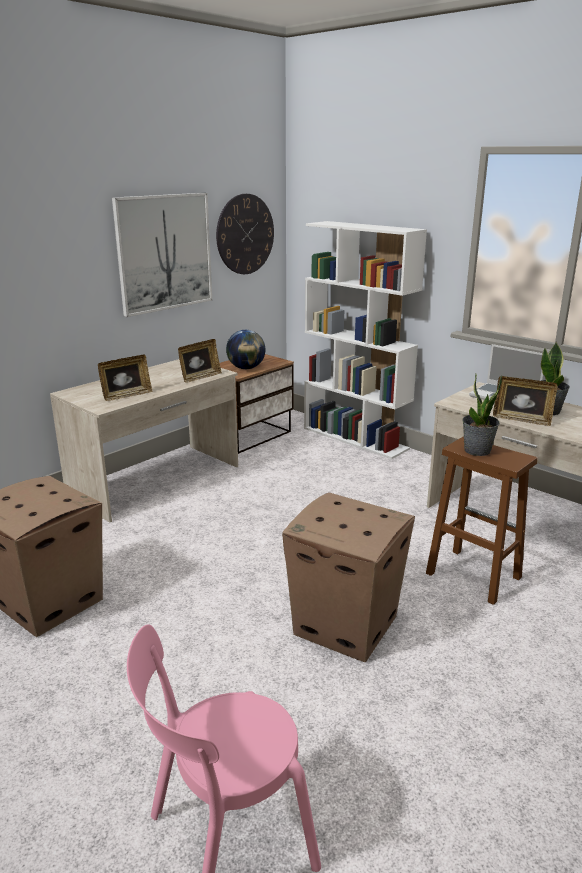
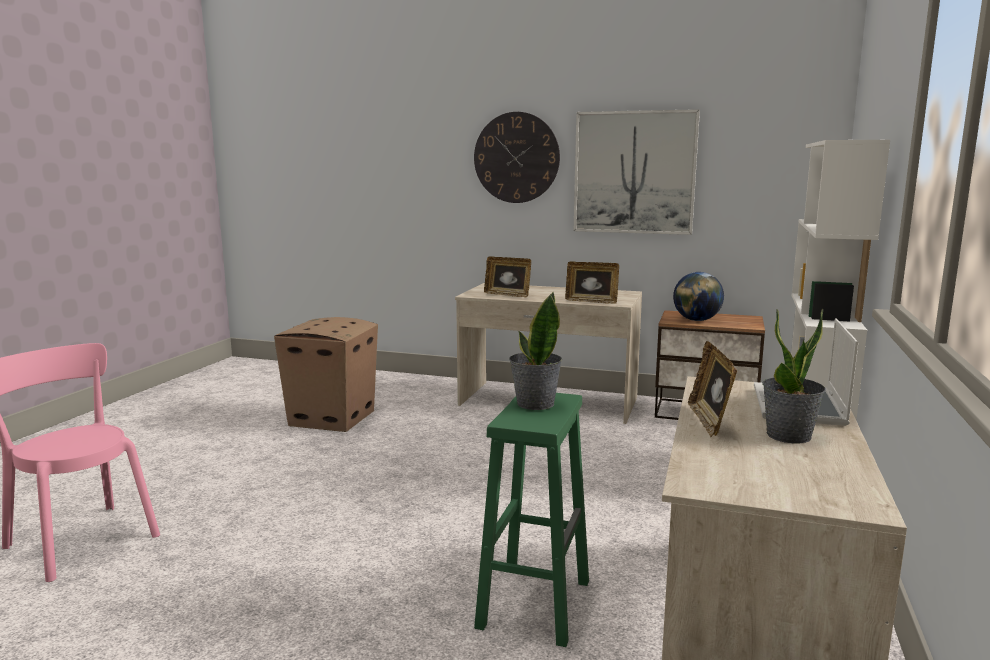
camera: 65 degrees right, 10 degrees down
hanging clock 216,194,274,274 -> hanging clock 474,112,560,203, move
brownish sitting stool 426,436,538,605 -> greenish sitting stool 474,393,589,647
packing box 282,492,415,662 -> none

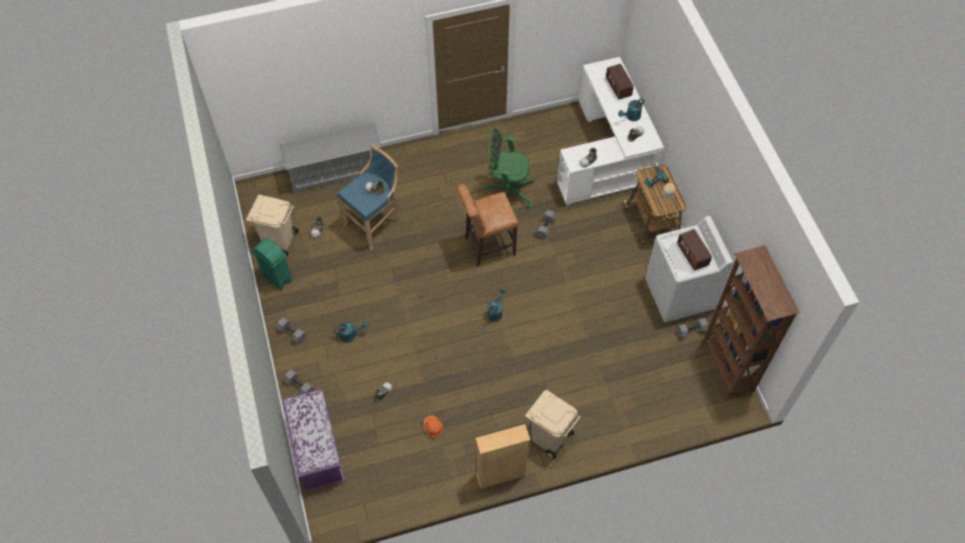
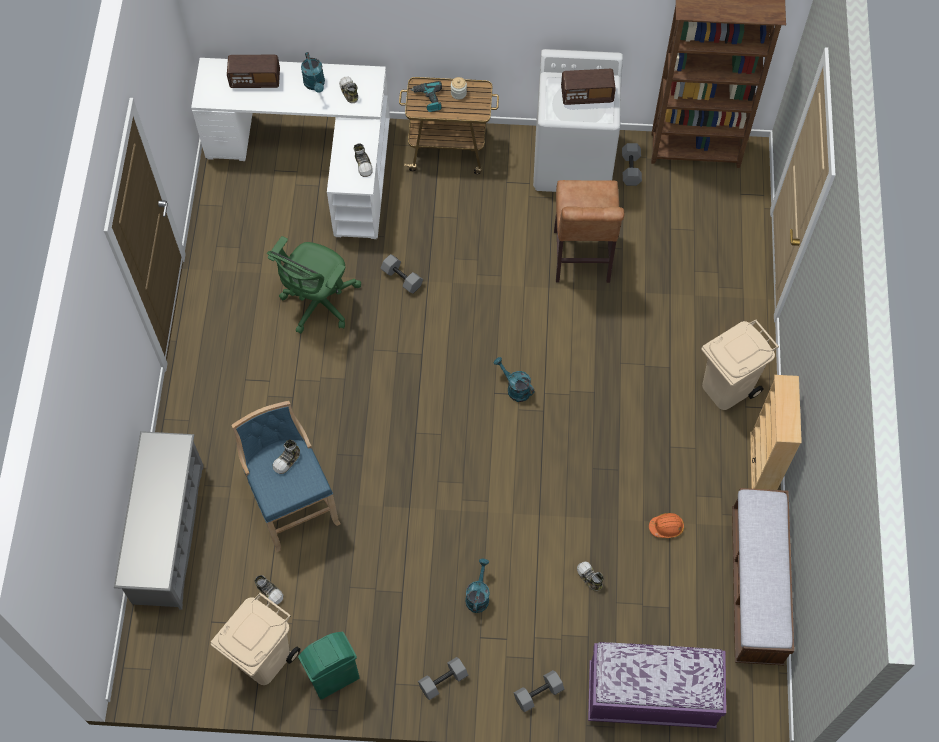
camera: 70 degrees left, 5 degrees up
brownish sitting stool 457,184,518,266 -> brownish sitting stool 554,180,624,283, move
none -> bench 732,488,794,665

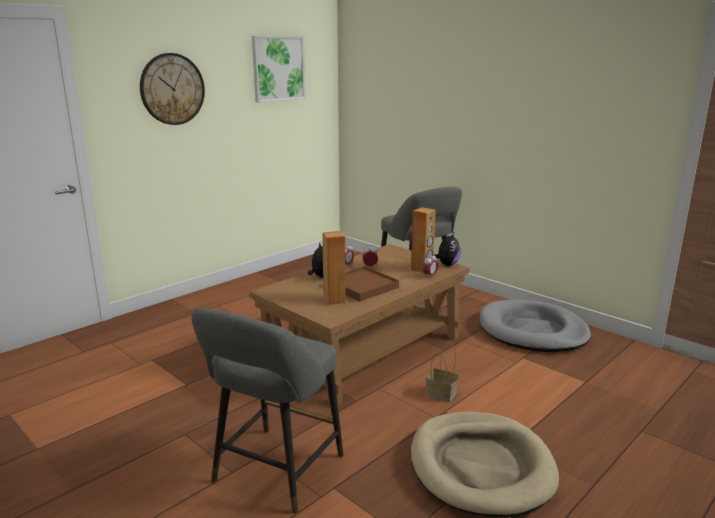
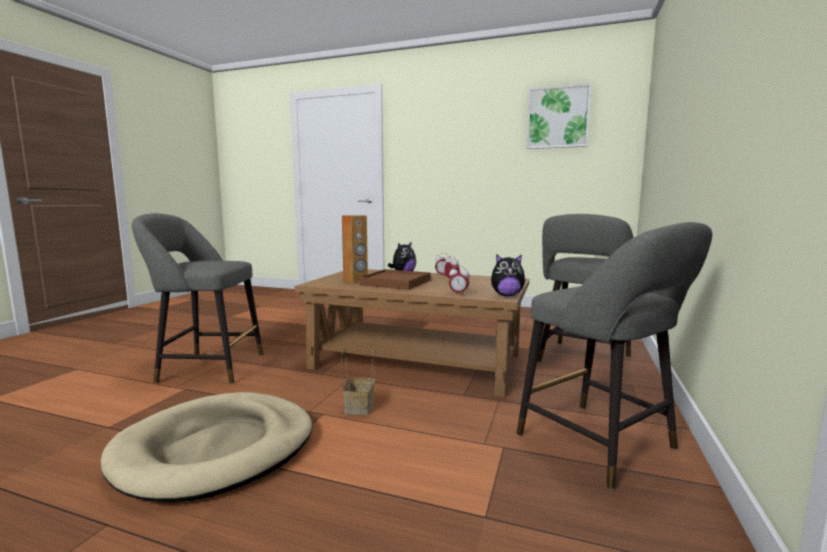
camera: 65 degrees right, 10 degrees down
greyish pet bed 480,300,591,352 -> greyish sitting stool 517,222,712,490
hanging clock 140,53,205,125 -> none
brownish speaker 411,207,436,273 -> none

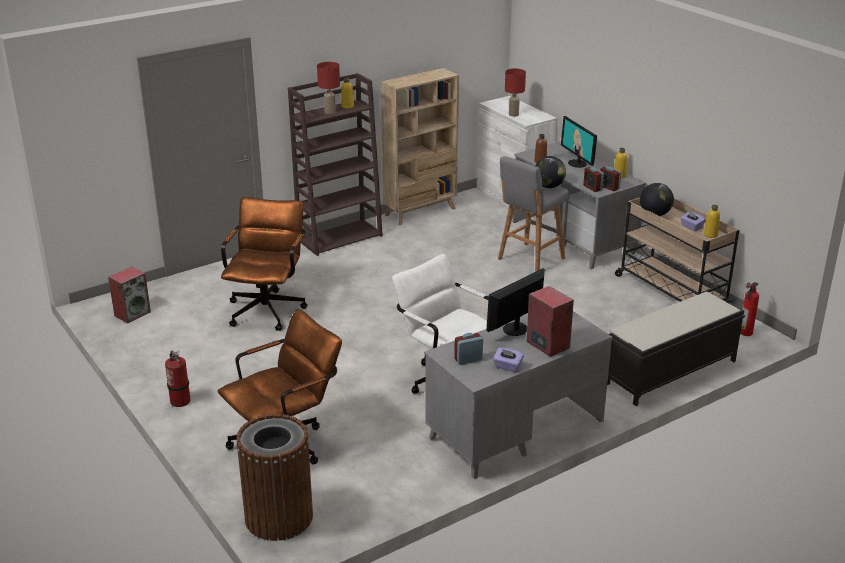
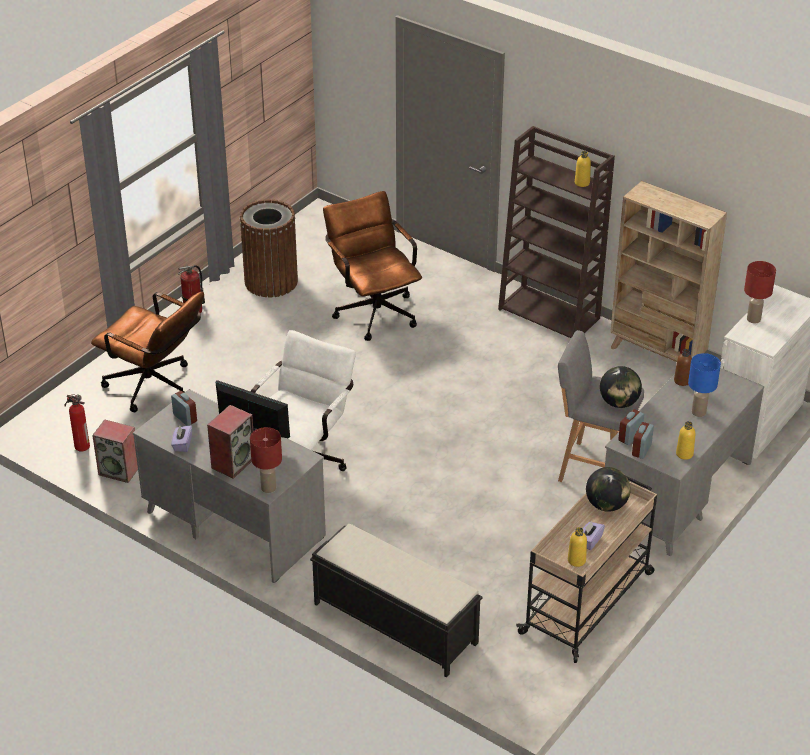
camera: 70 degrees right, 10 degrees up
extinguisher 740,282,759,336 -> extinguisher 65,394,90,452, move
speaker 108,266,151,323 -> speaker 92,419,138,483, move
brownish waste bin 236,414,313,541 -> brownish waste bin 240,199,298,297, move
reddish tabletop lamp 317,62,340,114 -> reddish tabletop lamp 250,427,282,493, move
brownish computer chair 221,197,308,331 -> brownish computer chair 323,191,422,341, 105 degrees counterclockwise
computer display 561,116,597,168 -> blue tabletop lamp 688,353,721,417

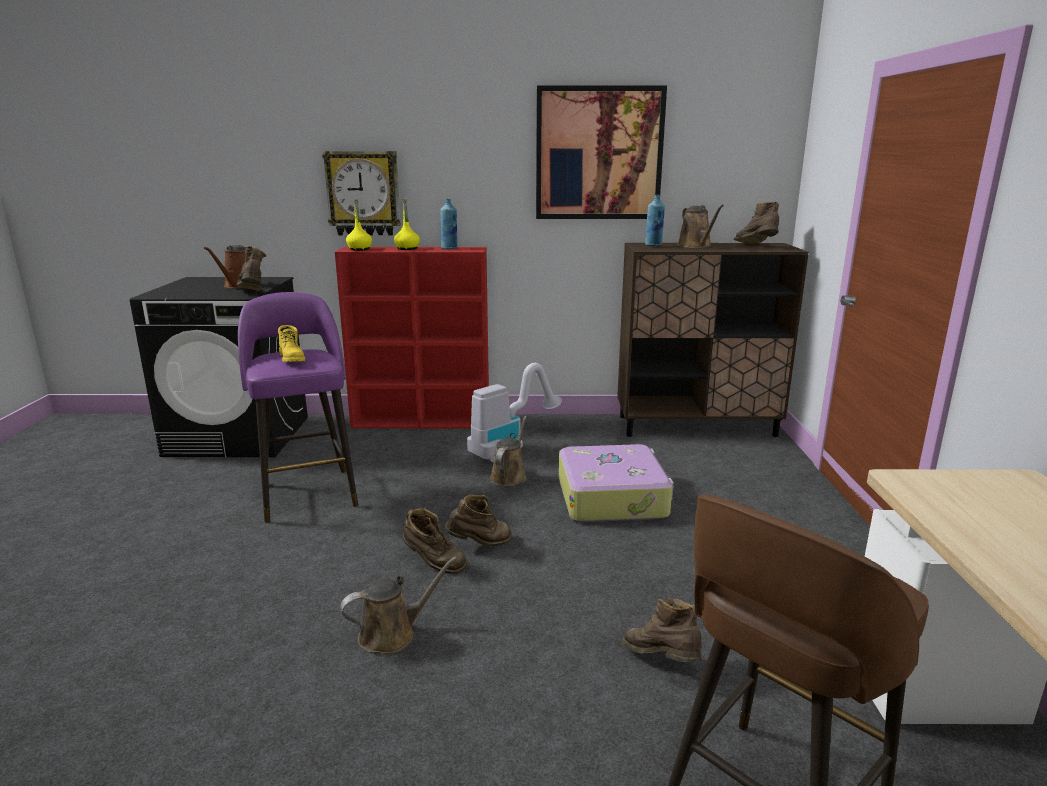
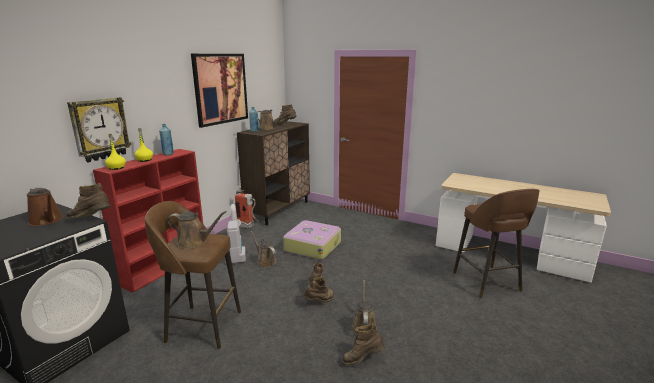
camera: 60 degrees left, 0 degrees up
purple-coloured sitting stool 238,292,358,523 -> brownish sitting stool 145,201,241,349
yellow-coloured high-top boot 278,325,305,362 -> brownish sprinkling can 167,211,227,249
none -> extinguisher 235,190,259,229
brownish high-top boot 622,597,702,662 -> brownish high-top boot 342,324,385,366, move

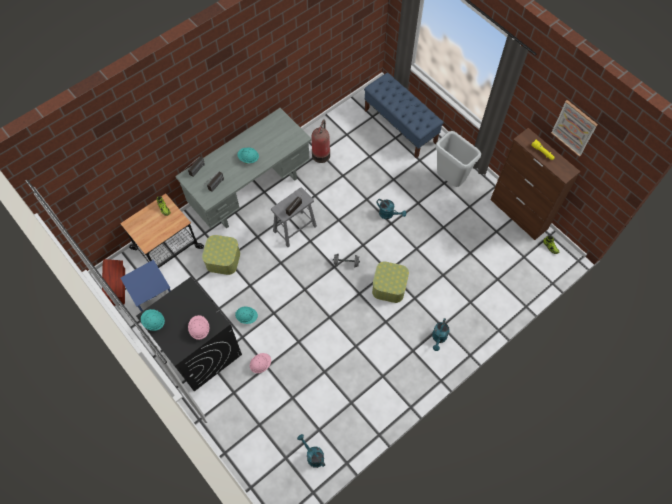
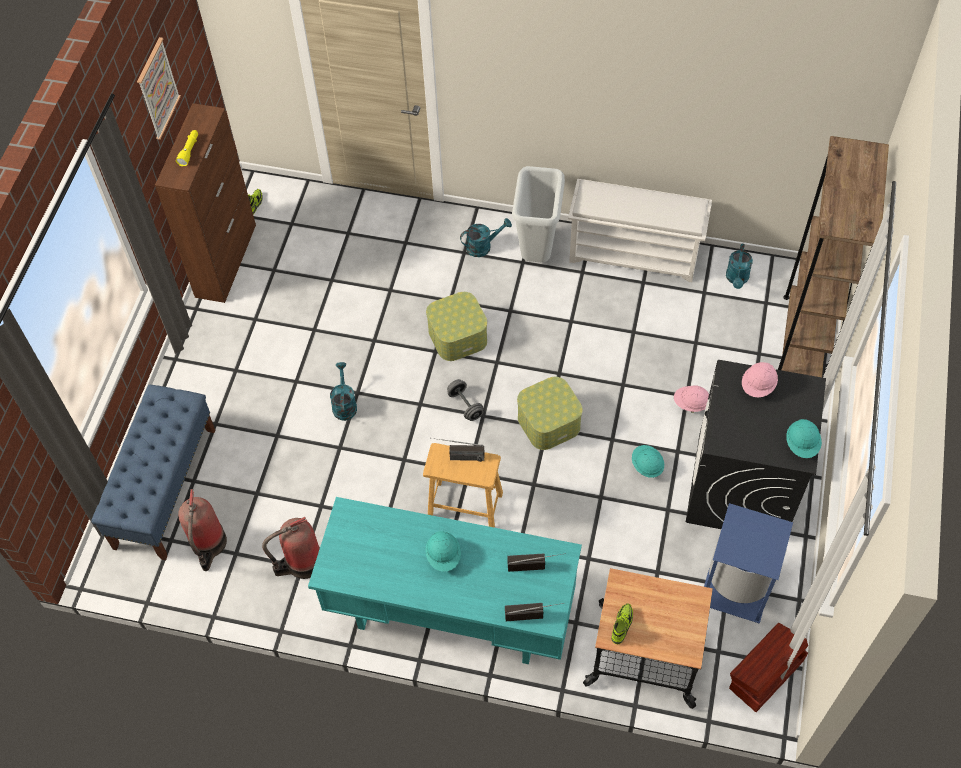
camera: 125 degrees left, 5 degrees down
none -> extinguisher 178,489,227,571
greyish desk table 175,108,312,228 -> turquoise desk table 308,497,582,664
greyish sitting stool 271,188,317,247 -> brownish sitting stool 423,443,503,528
greyish waste bin 435,131,481,187 -> greyish waste bin 512,166,565,262, move
storage bin 202,235,240,275 -> storage bin 517,377,583,450, move
none -> white shoe shelf 568,179,712,282
none -> brownish bookshelf 778,136,889,377

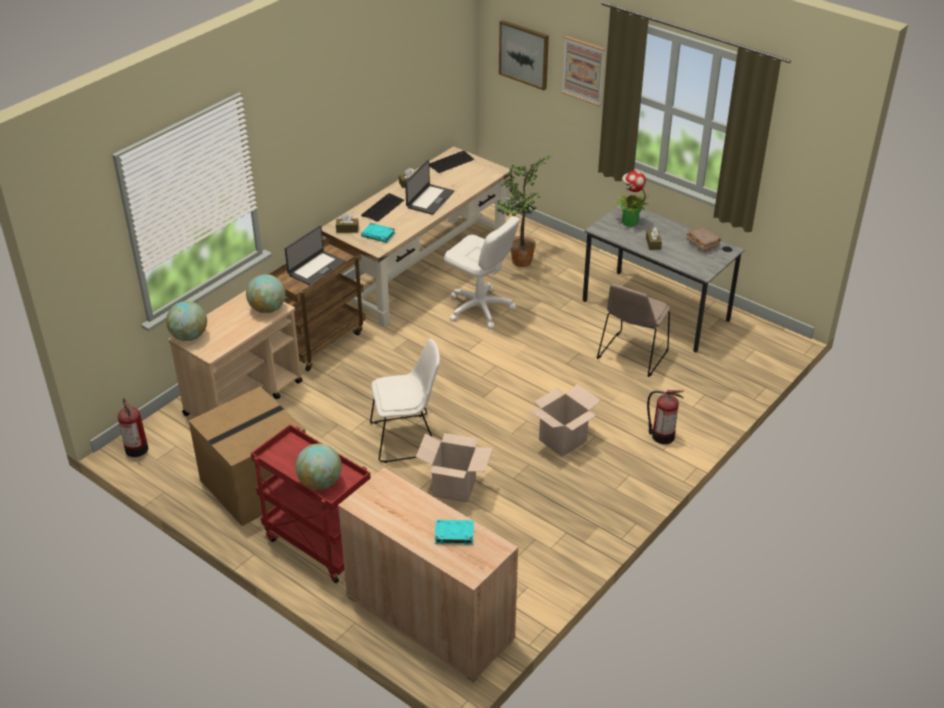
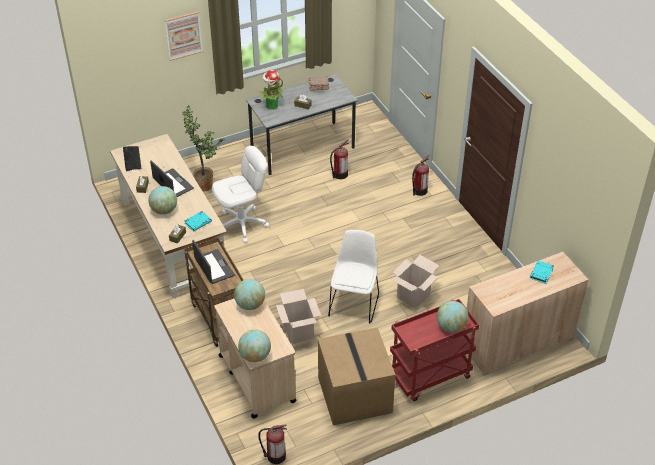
camera: 65 degrees left, 5 degrees up
computer keyboard 361,193,404,222 -> globe 148,186,177,215
packing box 529,384,601,457 -> packing box 276,289,321,343, move
beige-coloured upright chair 597,284,670,377 -> extinguisher 330,140,349,179
wall art 499,20,549,90 -> none

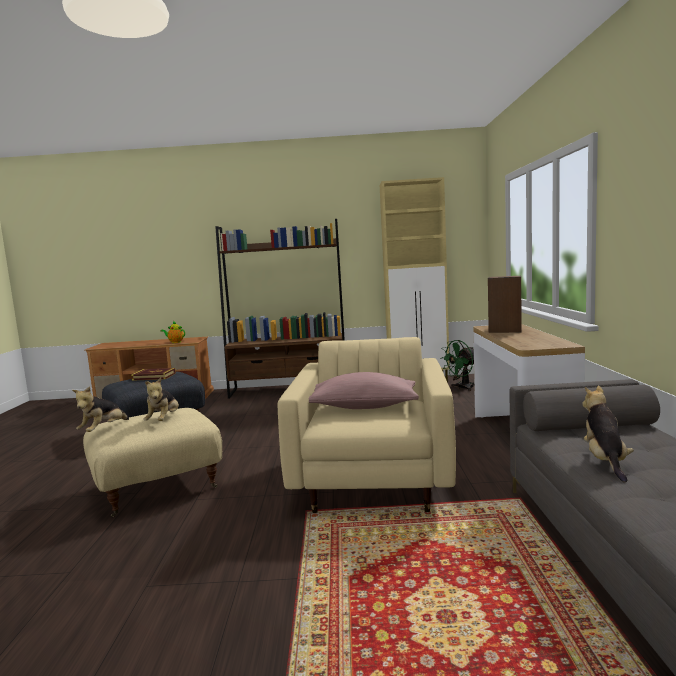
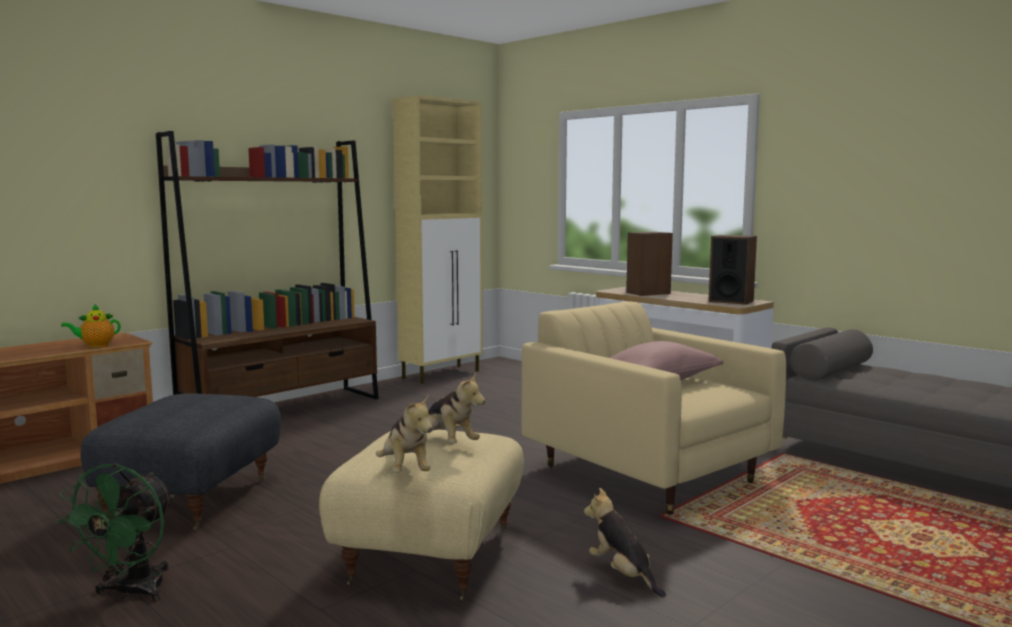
camera: 45 degrees left, 0 degrees up
greenish electric fan 440,340,474,391 -> greenish electric fan 56,463,174,602, move
plush toy 582,385,634,482 -> plush toy 584,488,666,598, move
none -> speaker 708,235,757,305
volume 131,368,176,381 -> none

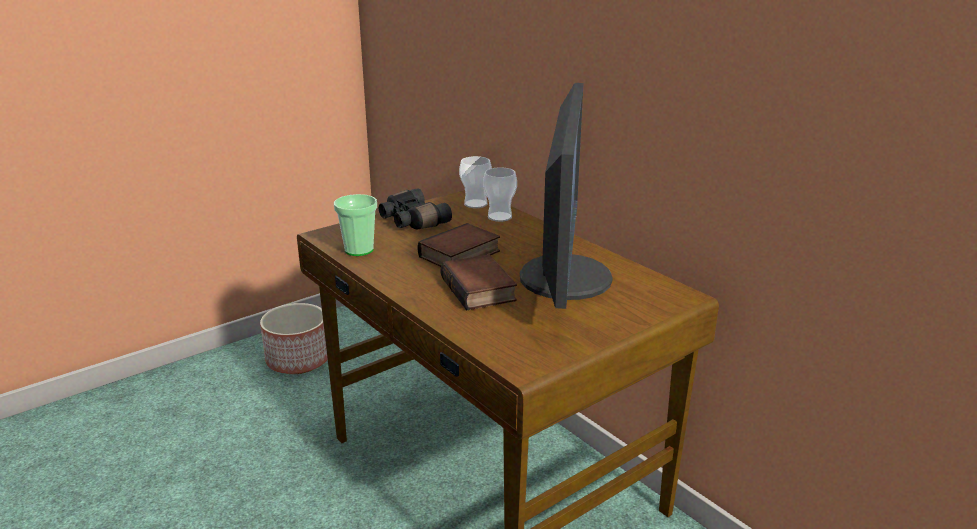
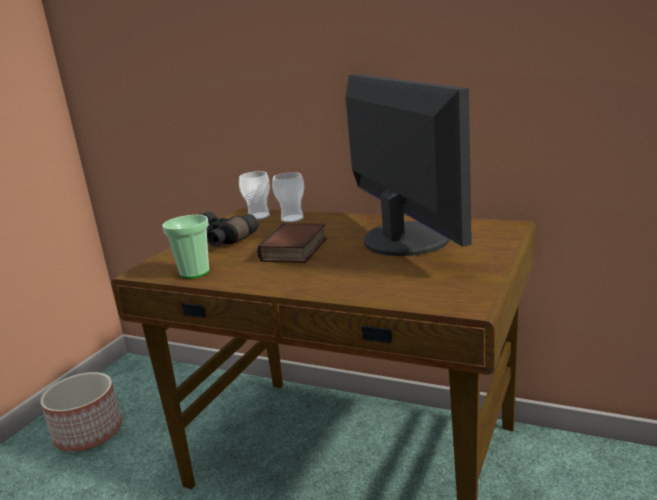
camera: 25 degrees left, 5 degrees down
volume 440,255,517,311 -> none

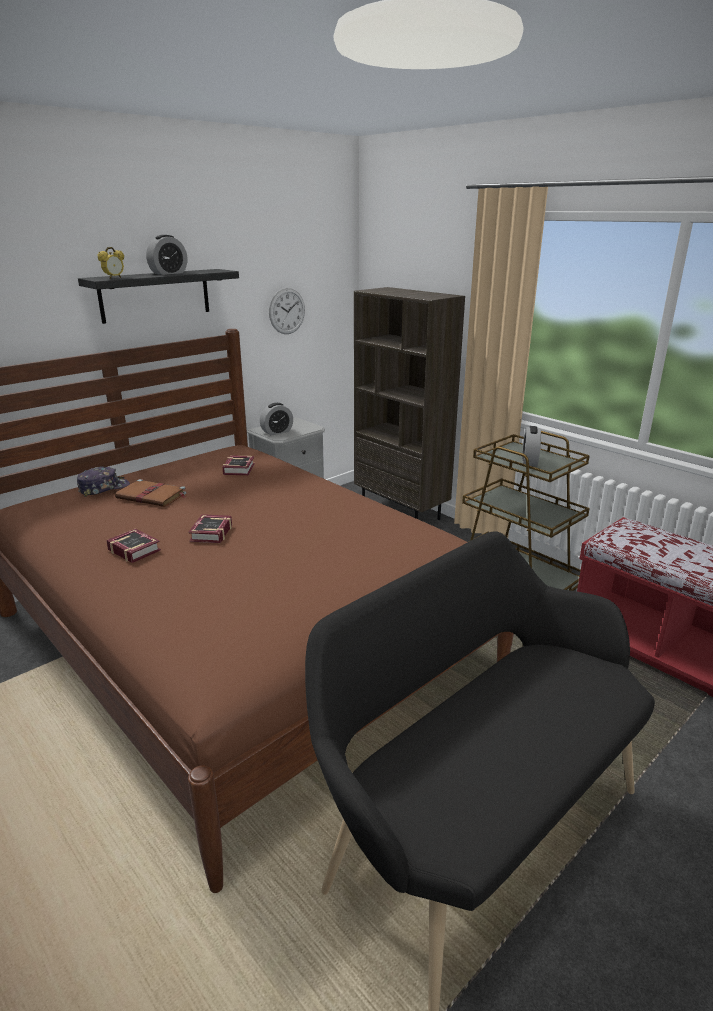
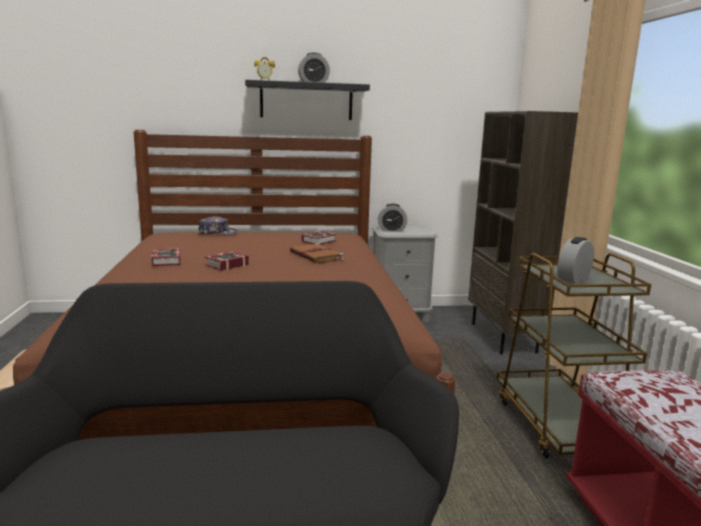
camera: 35 degrees right, 10 degrees down
brownish volume 115,479,187,507 -> brownish volume 290,243,344,263, move
hanging clock 269,288,305,334 -> none

